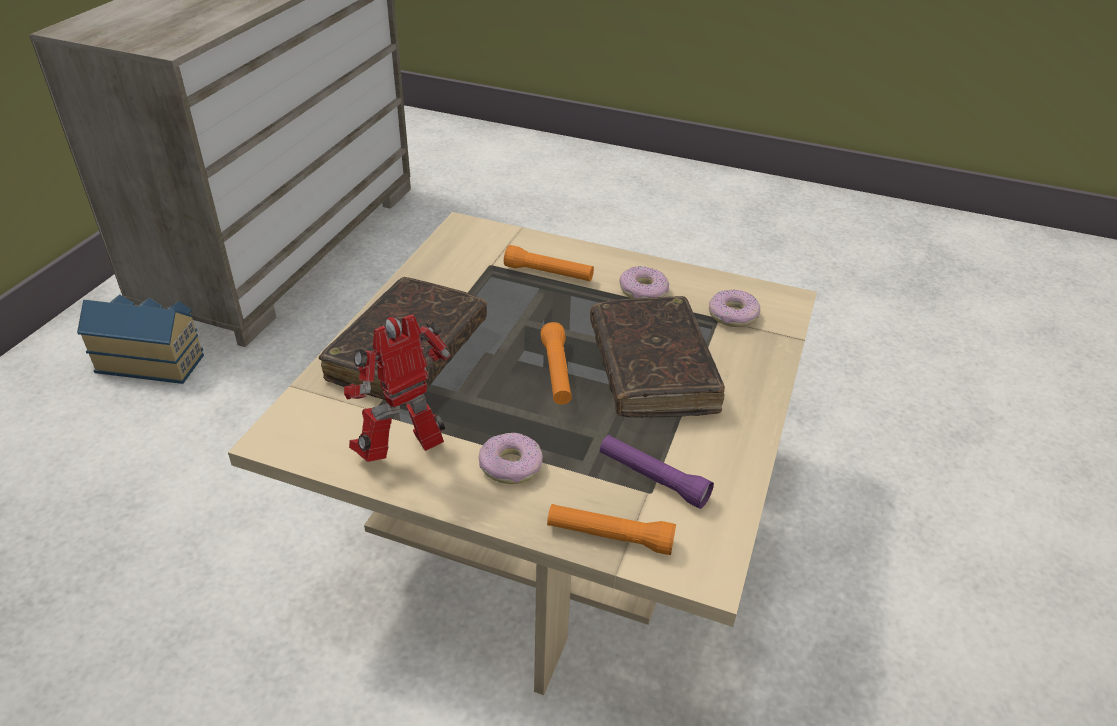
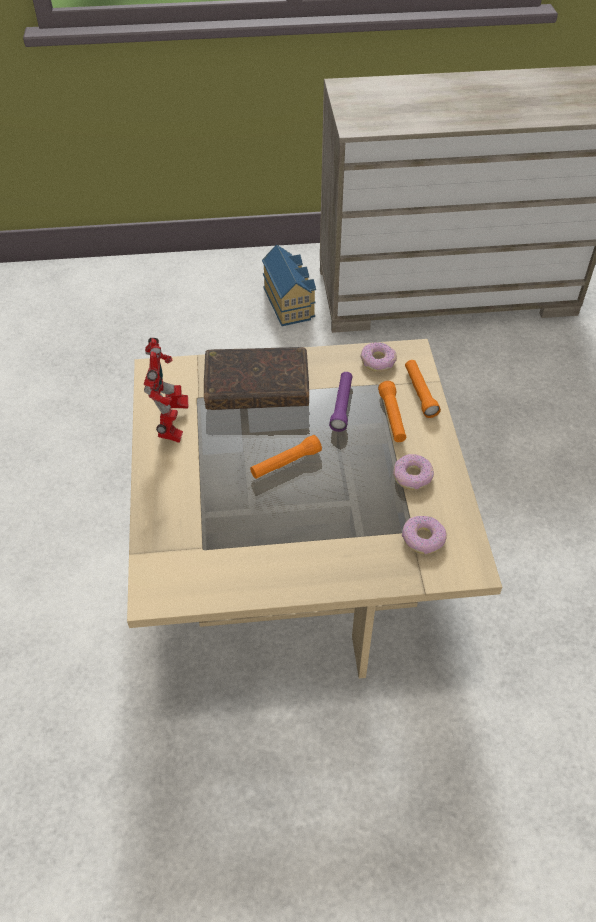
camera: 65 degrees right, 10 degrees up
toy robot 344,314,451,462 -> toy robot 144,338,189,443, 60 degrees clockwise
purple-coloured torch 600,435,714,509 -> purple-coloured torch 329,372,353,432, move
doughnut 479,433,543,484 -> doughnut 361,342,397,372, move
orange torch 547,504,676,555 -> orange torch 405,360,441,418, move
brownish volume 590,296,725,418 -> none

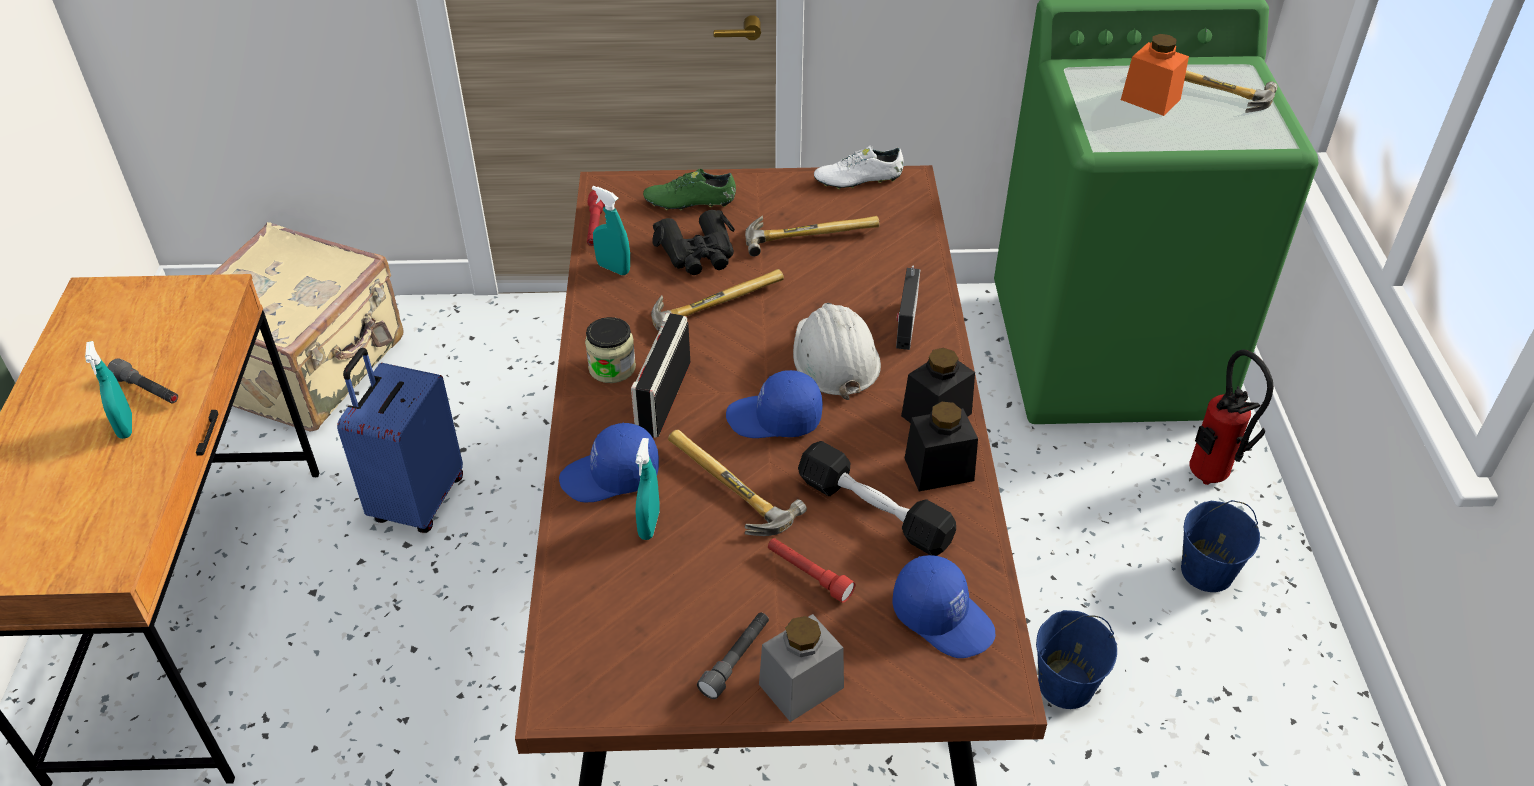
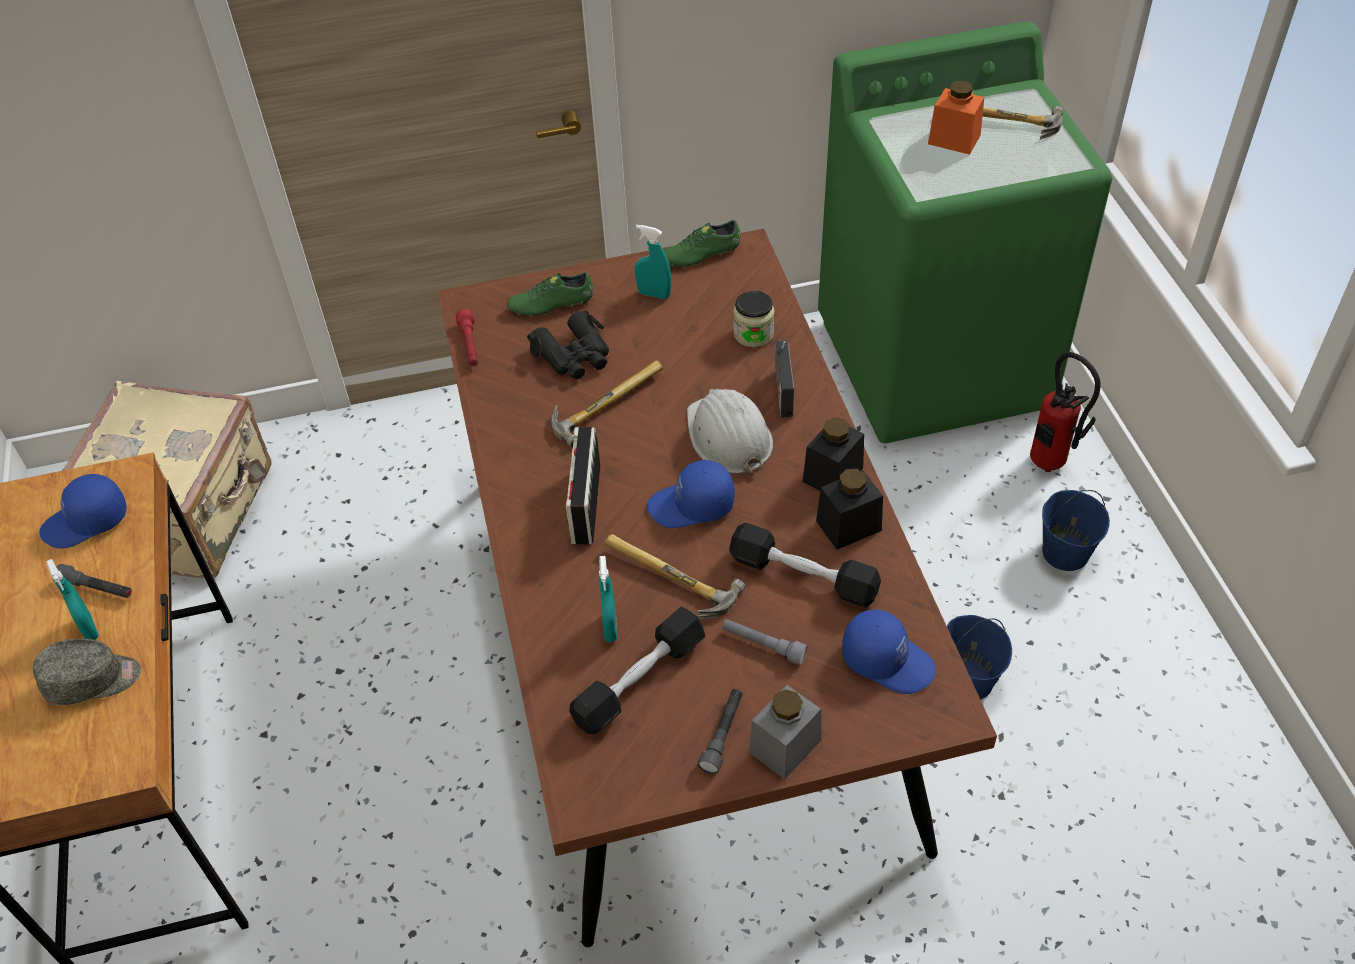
camera: 10 degrees left, 5 degrees up
none -> greyish baseball cap 33,639,141,705
blue baseball cap 559,423,659,502 -> blue baseball cap 39,474,127,549, move
none -> blackish hand weight 569,607,705,734
turquoise spray bottle 592,186,630,275 -> turquoise spray bottle 635,225,671,299, move
white shoe 814,146,904,189 -> greenish shoe 664,220,740,268
reddish torch 768,538,855,603 -> greyish torch 722,619,808,665
storage jar 585,317,636,383 -> storage jar 733,291,774,347, move
blue suitcase 337,348,463,533 -> none
hammer 745,216,880,256 -> none

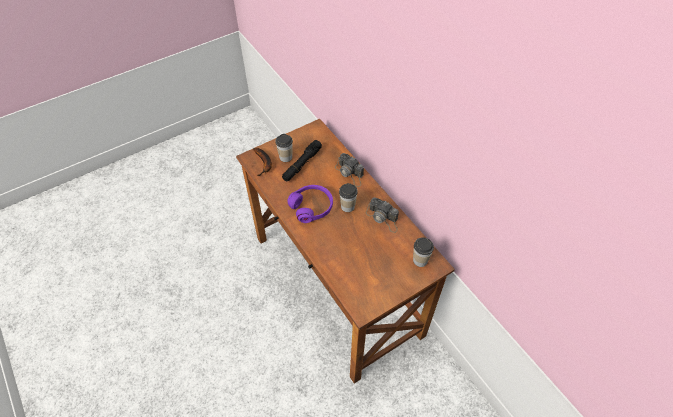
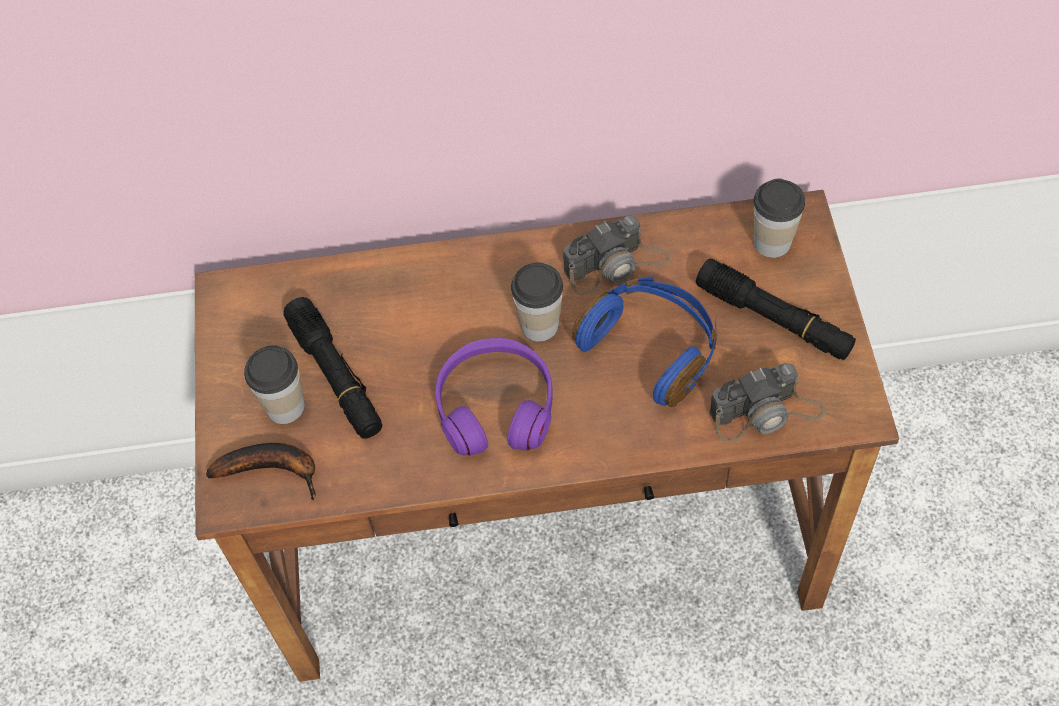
camera: 60 degrees left, 5 degrees up
none -> blue headset 572,276,717,407
none -> blackish torch 696,259,856,360
photo camera 335,153,364,187 -> photo camera 709,363,826,442, move

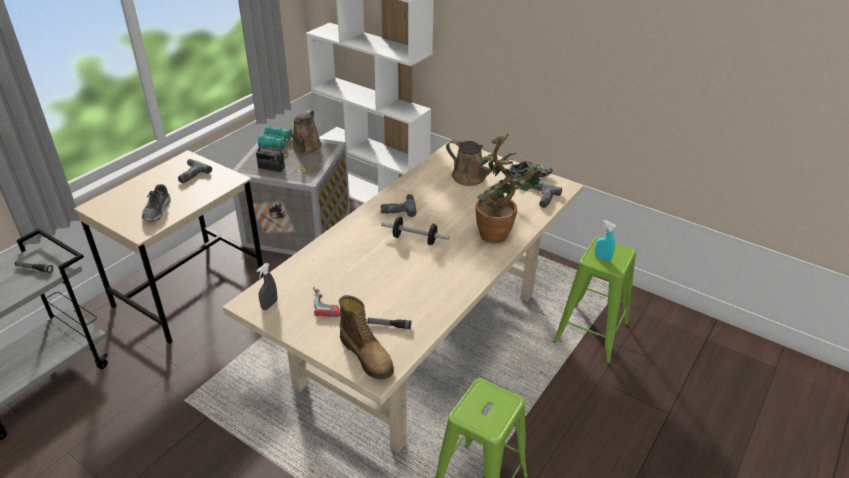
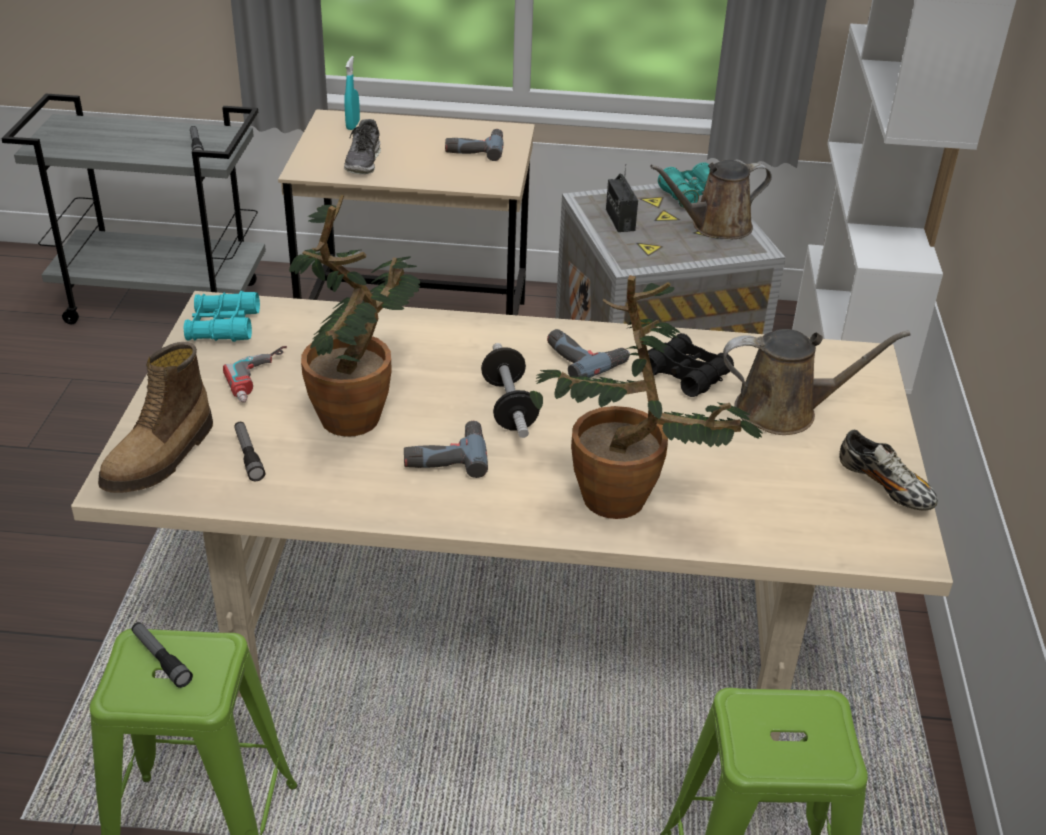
camera: 60 degrees right, 0 degrees up
none -> torch 132,622,193,688
greyish spray bottle 257,263,277,310 -> turquoise pair of binoculars 184,291,260,342
none -> houseplant 289,195,421,437
shoe 142,184,171,221 -> shoe 344,119,381,174, 60 degrees counterclockwise
turquoise spray bottle 595,220,616,262 -> turquoise spray bottle 345,56,360,130, move
drill 532,183,562,208 -> drill 404,421,488,478, move
none -> blackish pair of binoculars 648,333,734,397
brownish sprinkling can 446,140,516,186 -> brownish sprinkling can 723,329,911,435, 90 degrees counterclockwise

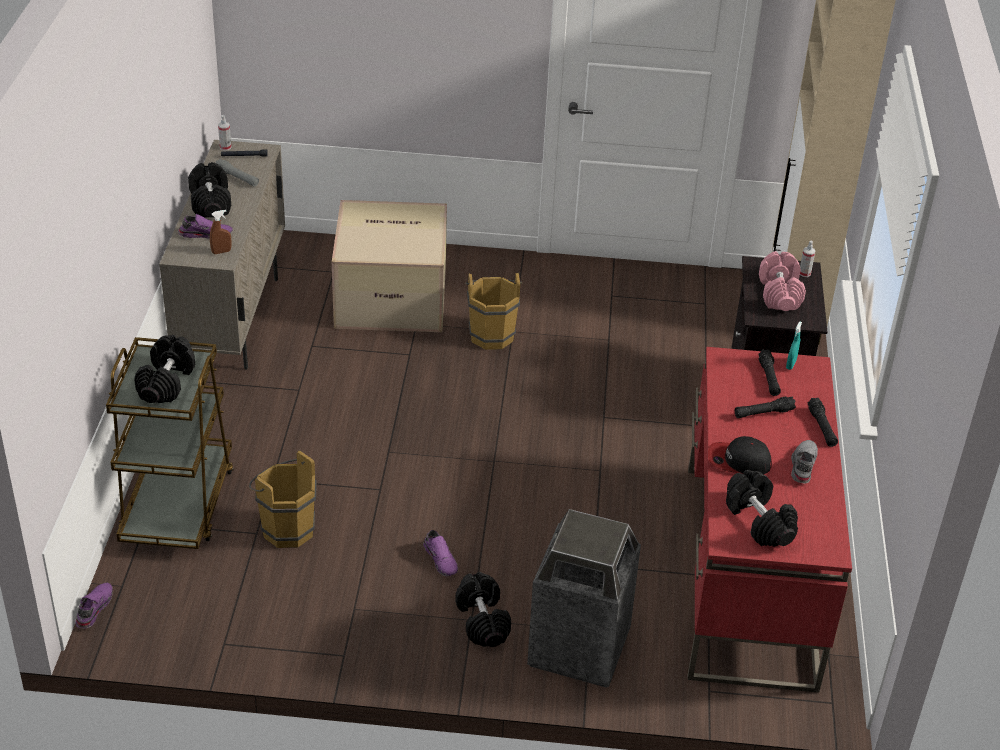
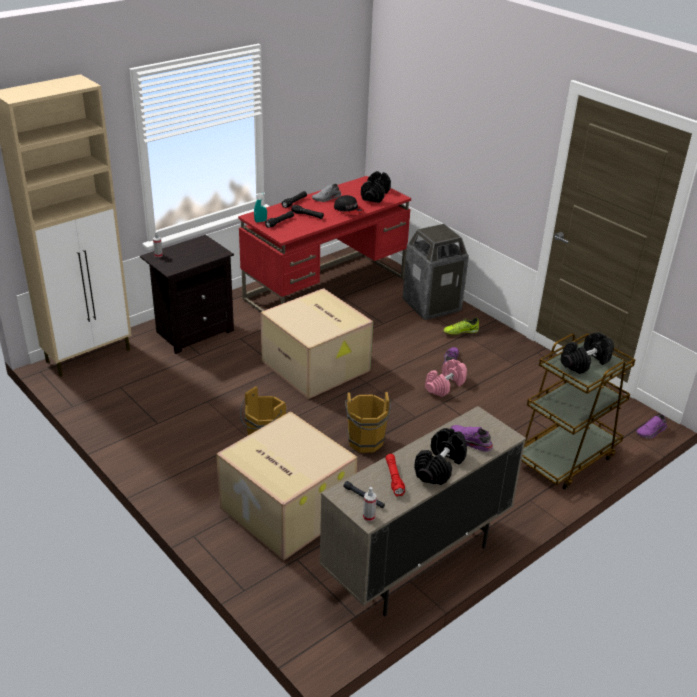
camera: 135 degrees left, 5 degrees down
none -> packing box 261,288,373,399
brownish bucket 249,450,317,548 -> brownish bucket 345,392,391,453, move
greyish torch 216,159,259,187 -> reddish torch 386,454,405,496
pink-coloured hand weight 759,251,806,311 -> pink-coloured hand weight 425,359,467,397, move
blackish hand weight 455,572,511,647 -> shoe 443,317,479,335
brownish spray bottle 210,210,231,254 -> none

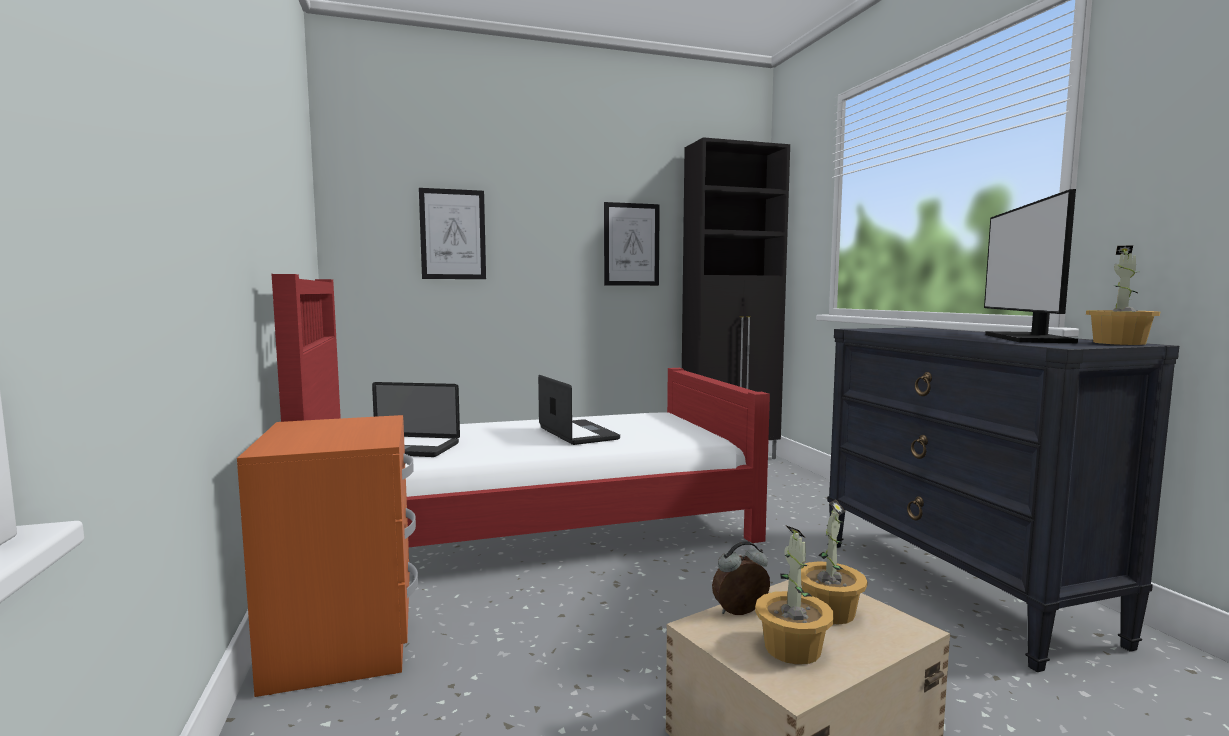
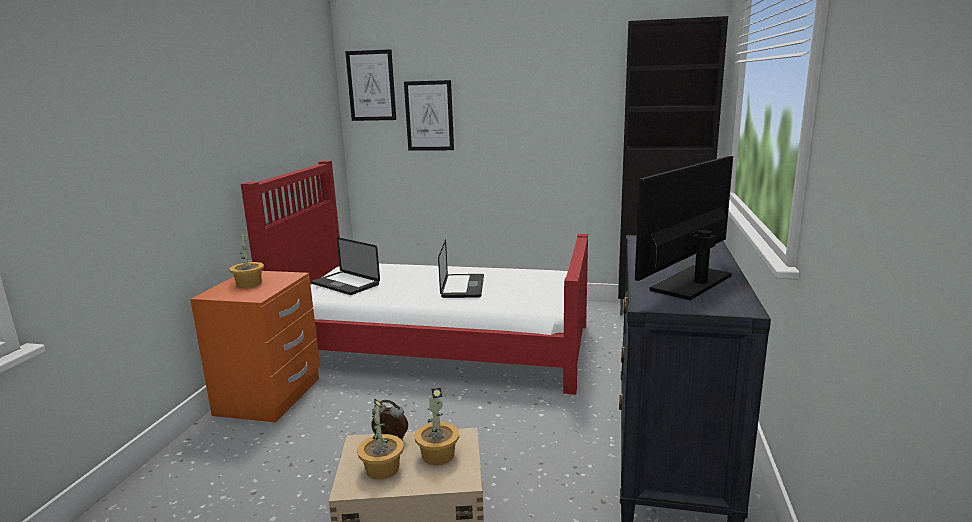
camera: 30 degrees right, 10 degrees up
houseplant 1086,245,1160,345 -> houseplant 229,232,264,288, move
wall art 604,202,660,286 -> wall art 345,49,396,121, move

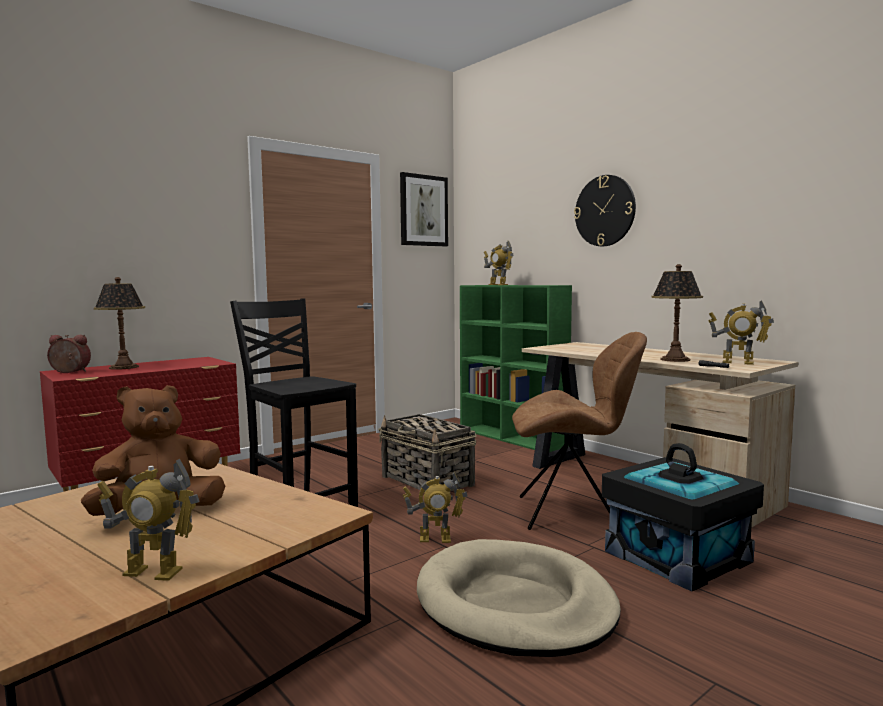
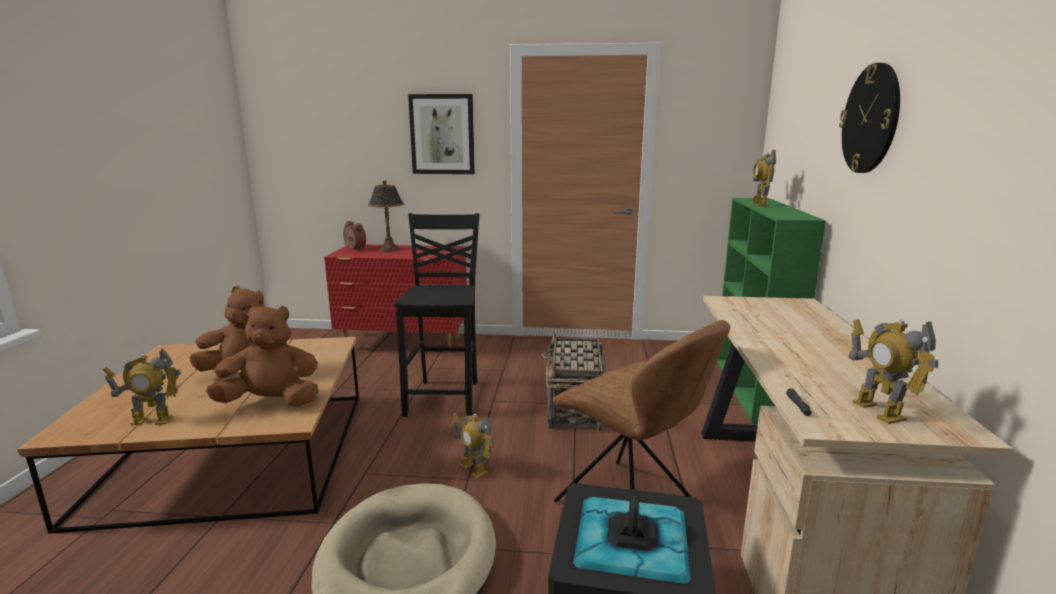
camera: 45 degrees right, 10 degrees up
toy robot 98,459,199,581 -> toy robot 103,348,181,425, 60 degrees counterclockwise
none -> brownish plush toy 206,304,319,406
wall art 400,172,448,246 -> wall art 408,94,475,174, move
tabletop lamp 651,264,703,362 -> none

